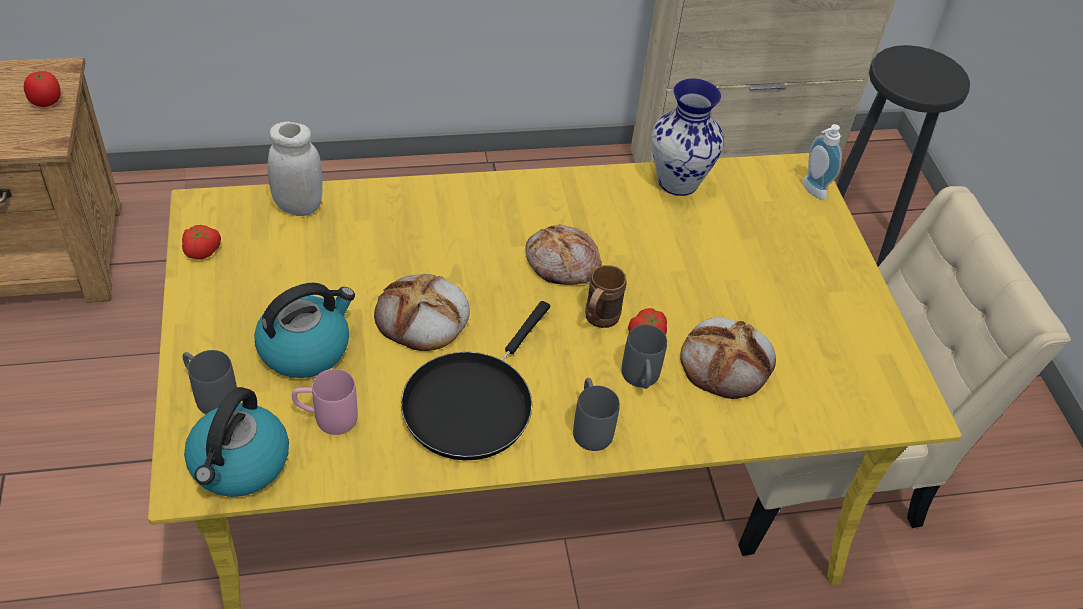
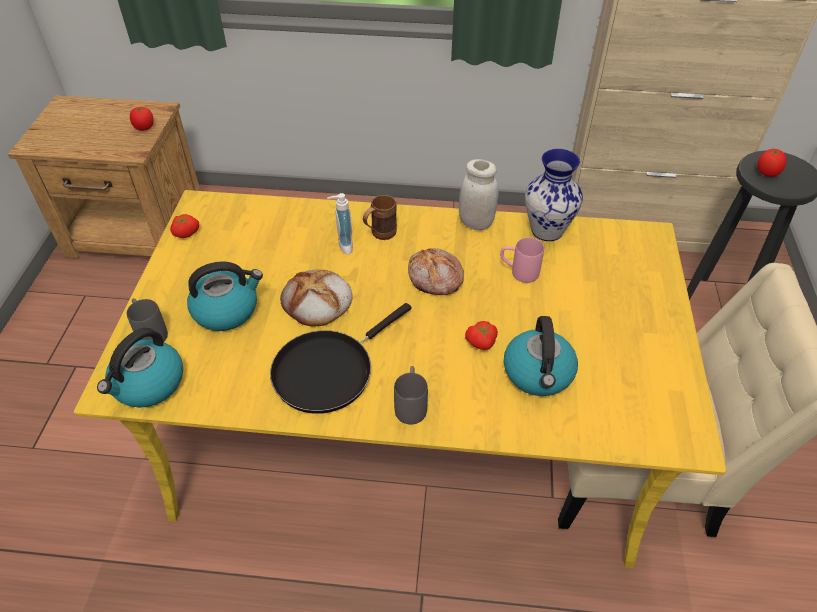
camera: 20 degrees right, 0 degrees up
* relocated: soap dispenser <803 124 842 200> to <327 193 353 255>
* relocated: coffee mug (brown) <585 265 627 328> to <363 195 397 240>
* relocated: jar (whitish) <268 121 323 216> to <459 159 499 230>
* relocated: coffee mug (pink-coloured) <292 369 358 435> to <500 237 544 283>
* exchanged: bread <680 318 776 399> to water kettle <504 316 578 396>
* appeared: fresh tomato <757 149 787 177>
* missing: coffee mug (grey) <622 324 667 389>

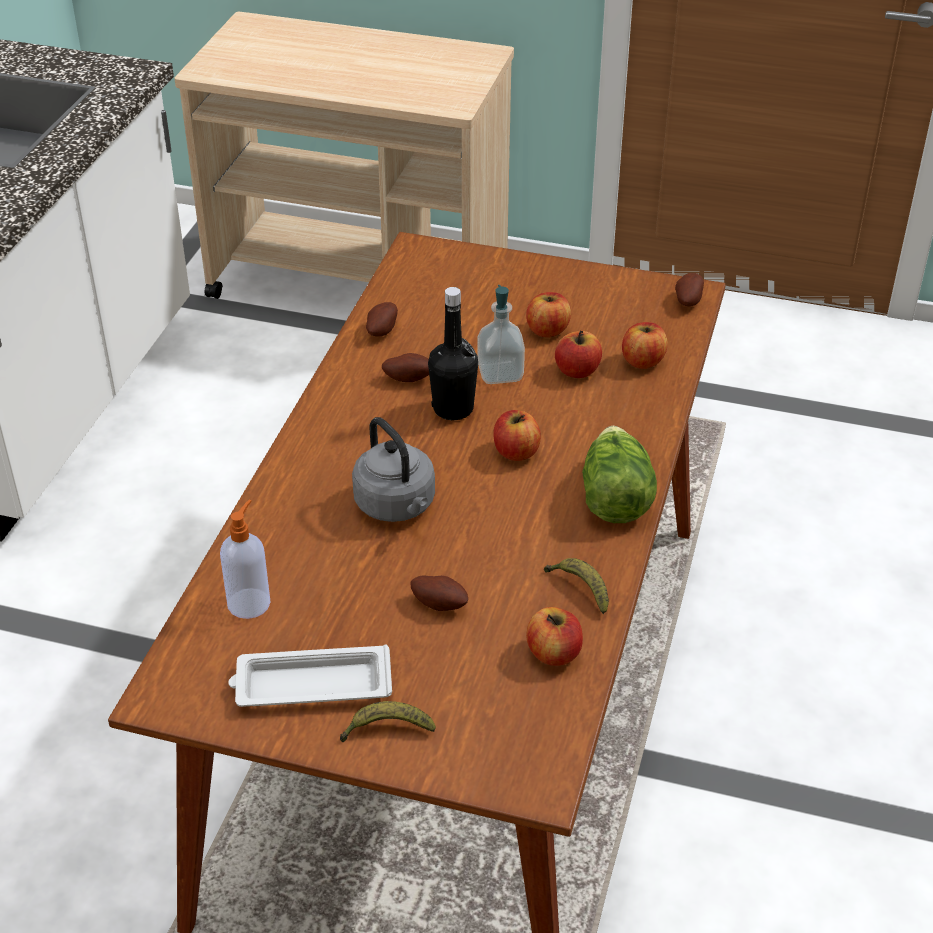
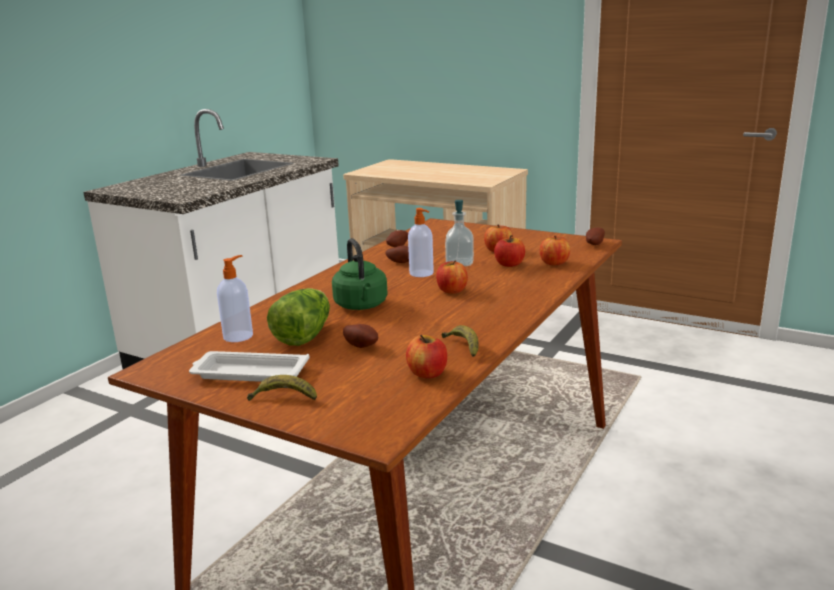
camera: 15 degrees right, 20 degrees down
* relocated: head of lettuce <582 426 657 523> to <267 288 330 346>
* colour: water kettle (grey) <352 417 435 522> to water kettle (green) <332 238 388 310>
* exchanged: drink bottle (blackish) <428 287 478 420> to soap dispenser <408 208 434 277>

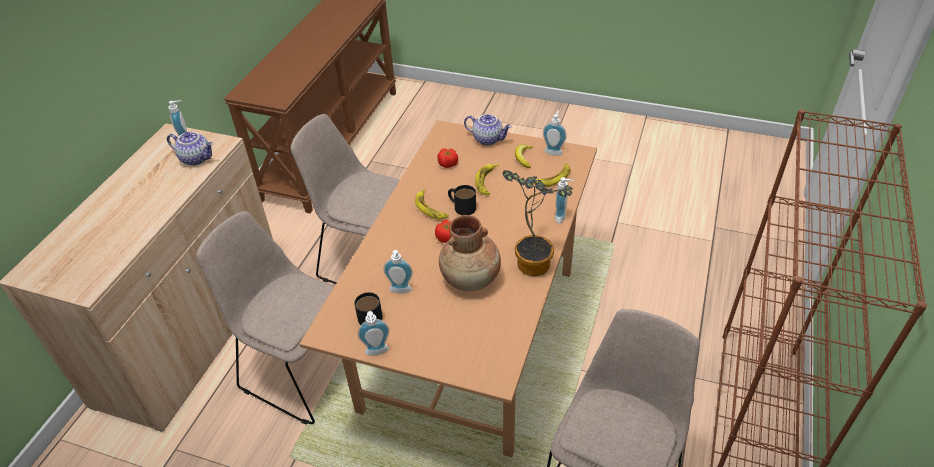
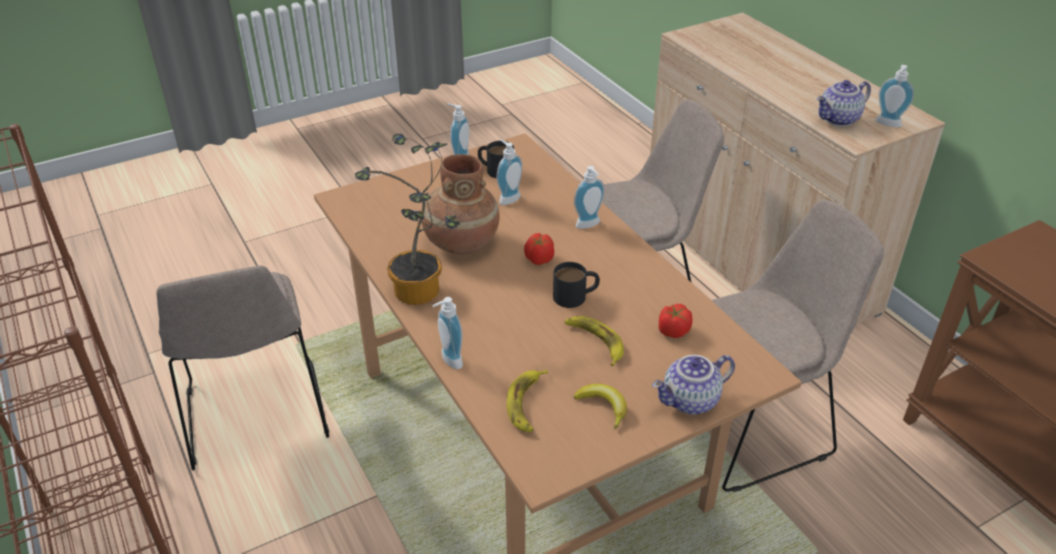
camera: 130 degrees right, 5 degrees down
* relocated: soap dispenser <543 110 567 156> to <574 166 605 229>
* missing: banana <415 189 449 219>

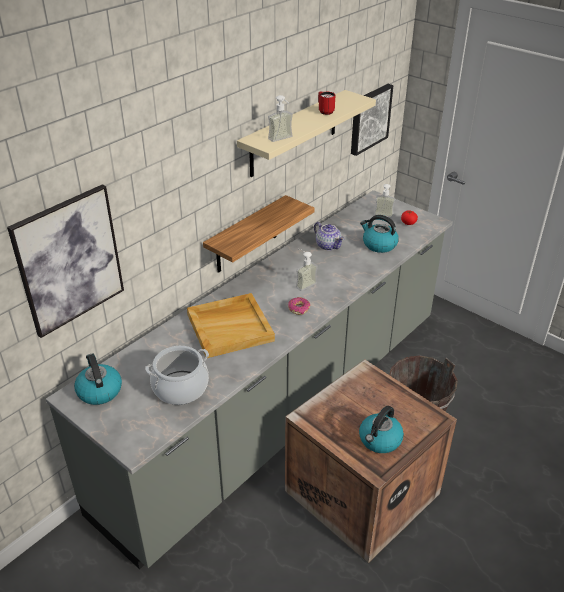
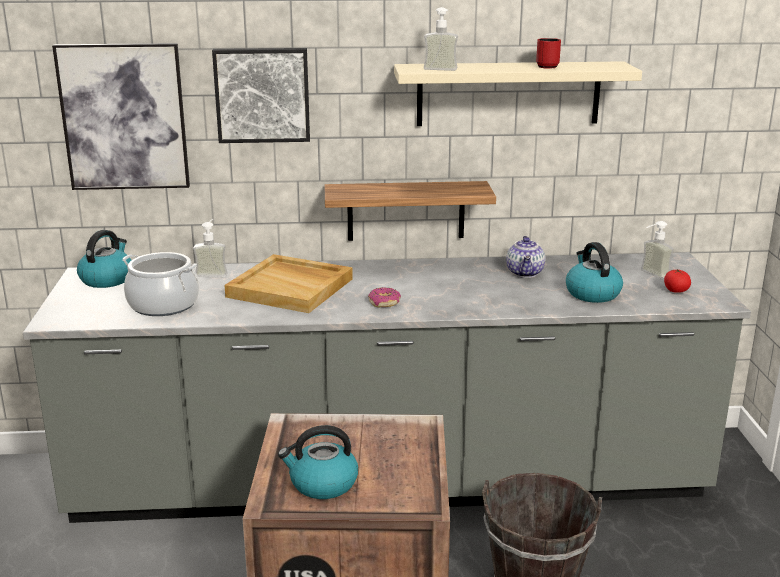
camera: 45 degrees right, 15 degrees down
* relocated: soap dispenser <296 248 318 291> to <193 219 228 278>
* relocated: wall art <351 84 394 156> to <212 48 310 143>

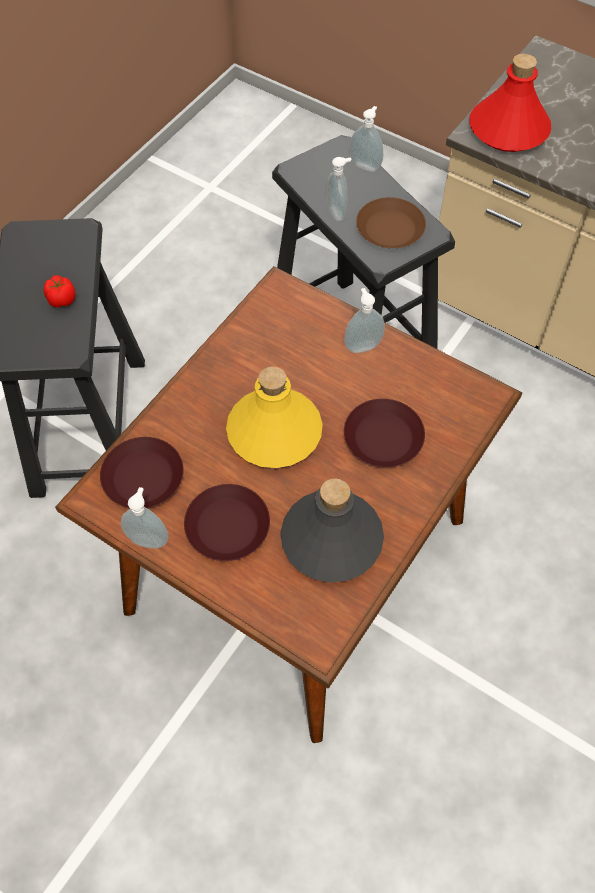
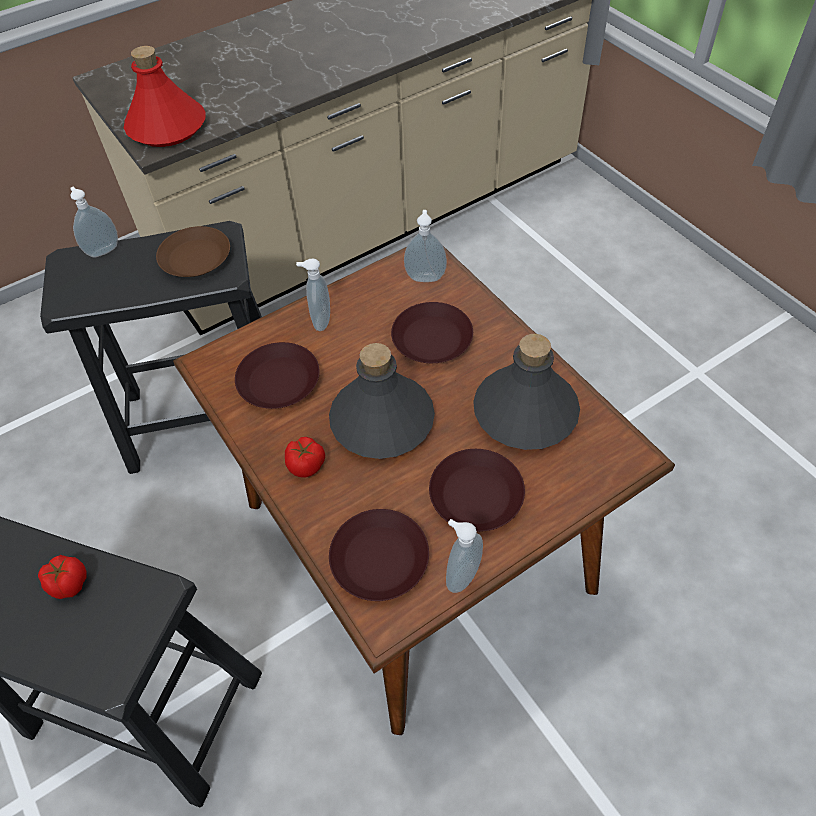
camera: 65 degrees left, 5 degrees down
* appeared: dinner plate (brown) <235 342 320 409>
* appeared: fresh tomato <285 437 325 478>
* colour: drink bottle (yellow) <226 367 323 468> to drink bottle (grey) <329 343 435 459>
* relocated: soap dispenser <327 157 351 221> to <404 210 447 282>

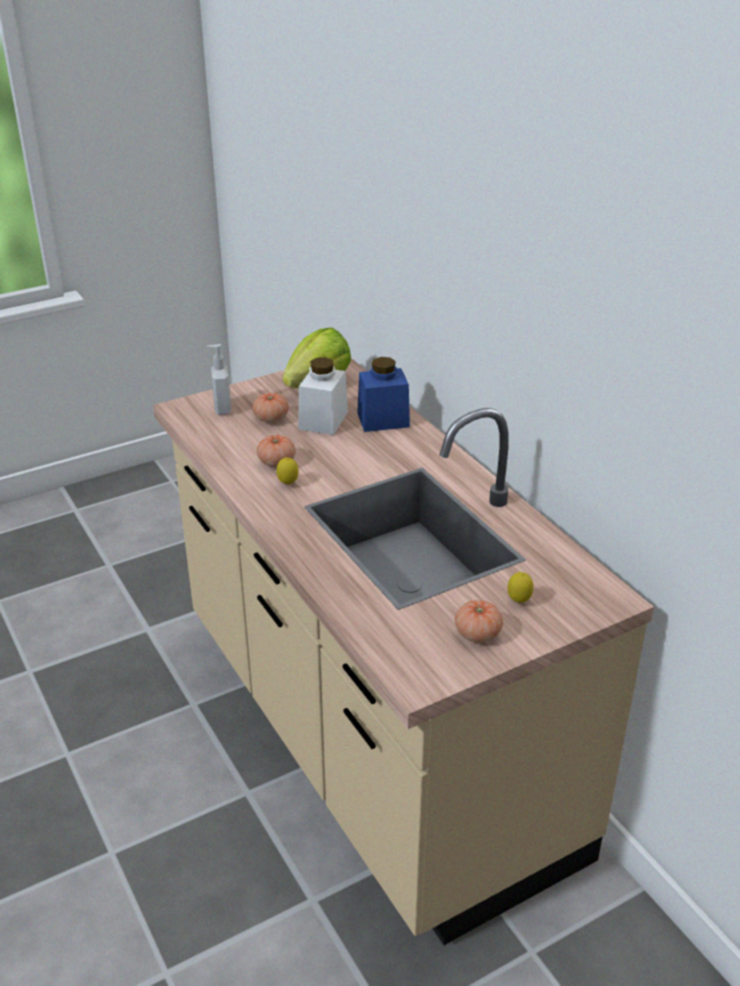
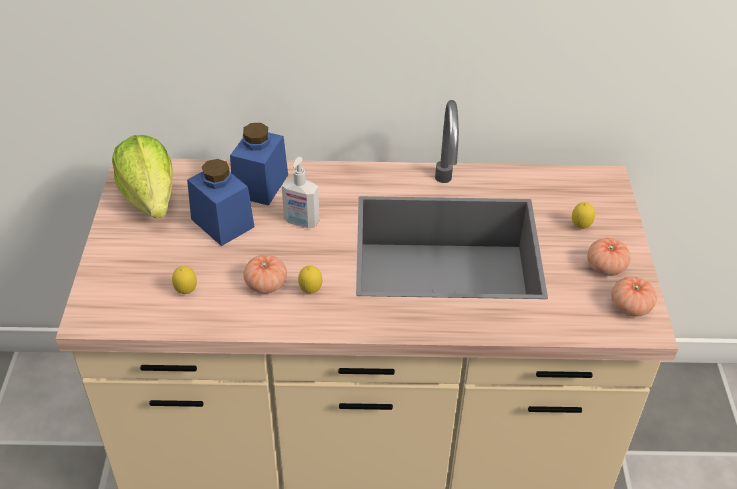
camera: 60 degrees left, 10 degrees up
* appeared: lemon <172 266 197 294>
* colour: jar (whitish) <299 357 348 435> to jar (blue-coloured) <187 159 255 246>
* relocated: soap dispenser <207 344 231 415> to <282 157 319 228>
* relocated: fresh tomato <253 393 289 423> to <611 277 657 317>

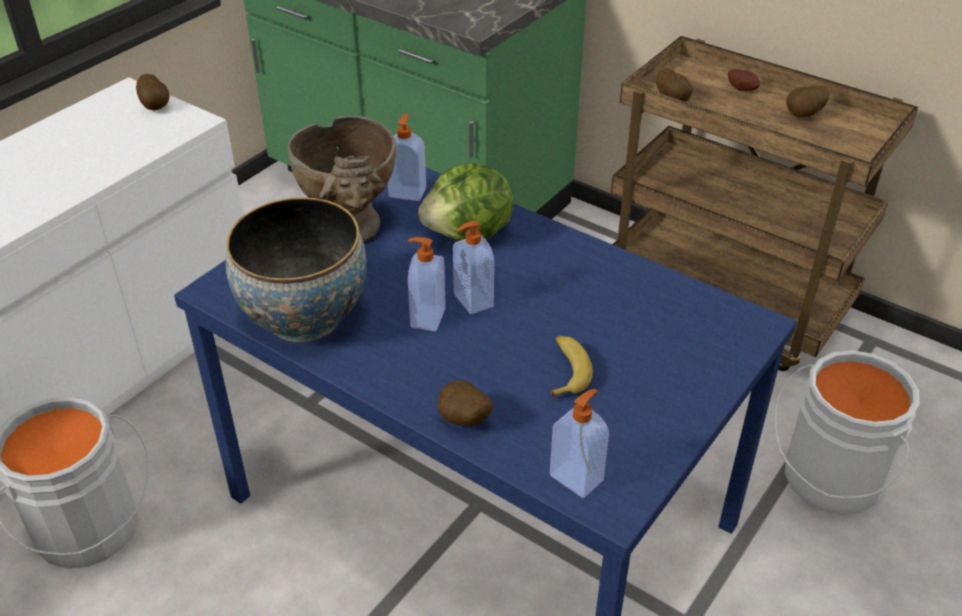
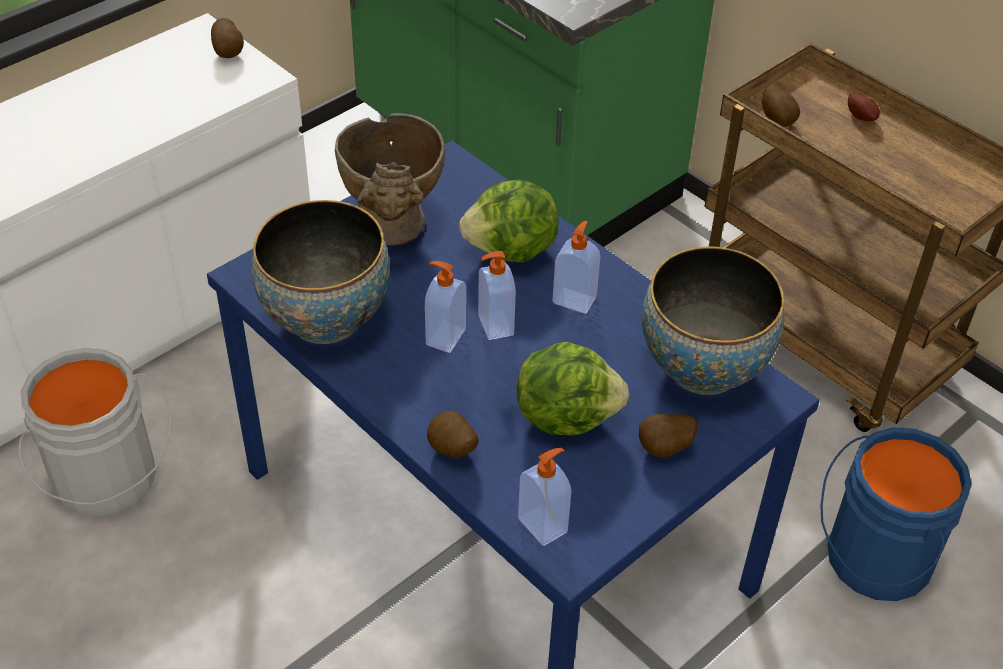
camera: 10 degrees right, 5 degrees up
* exchanged: banana <551 336 593 398> to head of lettuce <516 342 629 435>
* relocated: soap dispenser <388 114 426 201> to <553 221 601 314>
* relocated: spud <786 86 830 117> to <639 414 698 457>
* appeared: bowl <642 246 784 395>
* colour: water bucket (whitish) <774 350 920 515> to water bucket (blue-coloured) <820 427 972 601>

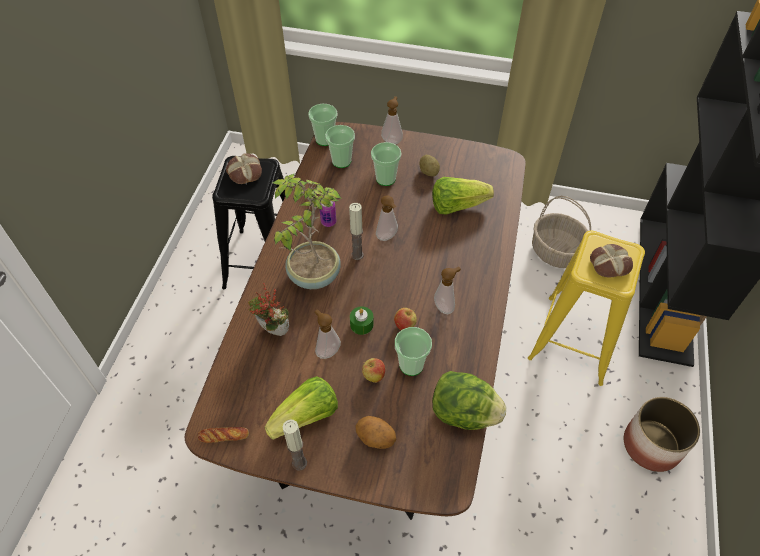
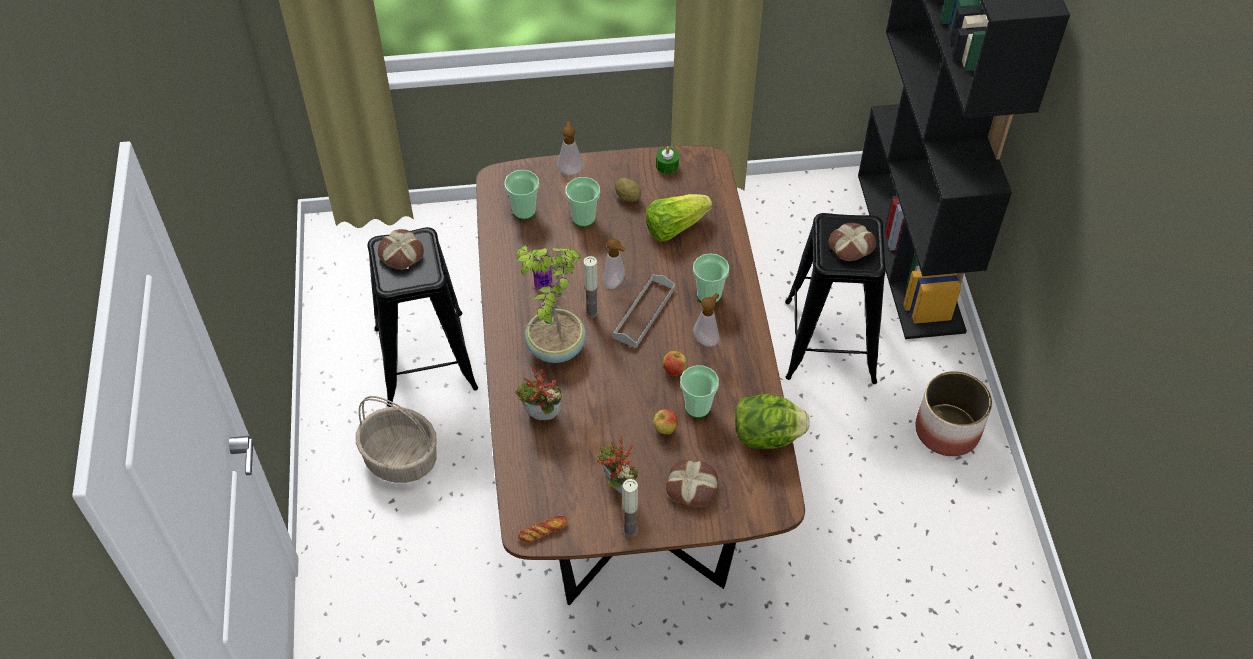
camera: 20 degrees left, 0 degrees up
* relocated: household basket <532 196 591 268> to <356 396 437 483>
* exchanged: head of lettuce <265 376 338 440> to potted plant <597 435 638 494>
* appeared: serving tray (grey) <613 274 675 348>
* relocated: wax candle (green) <350 306 374 335> to <656 146 679 174>
* exchanged: spud <355 416 397 449> to bread <666 460 718 507>
* relocated: small cup <308 104 337 146> to <693 253 729 303>
* colour: stool seat (yellow) <528 231 645 386> to stool seat (blackish) <785 213 886 384>
* missing: soap dispenser <315 310 341 359>

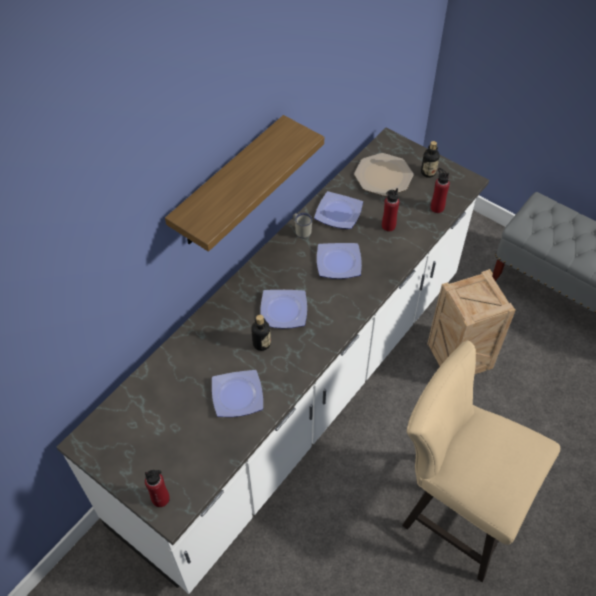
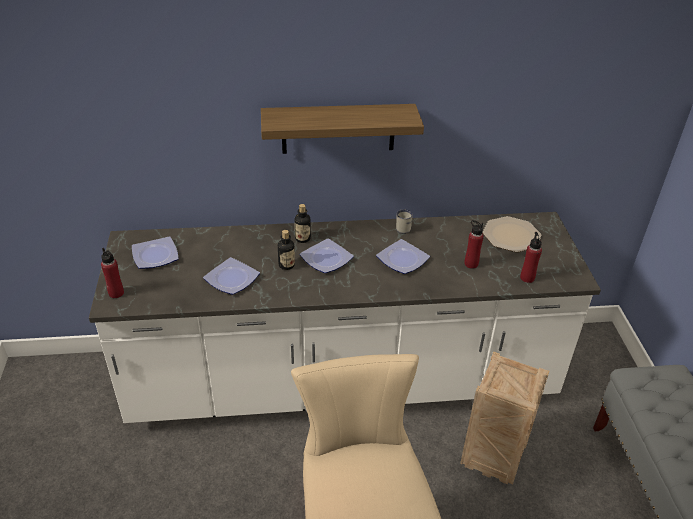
camera: 45 degrees right, 15 degrees down
* relocated: dinner plate <314 191 363 229> to <132 236 179 269>
* relocated: drink bottle <421 141 440 178> to <295 204 311 243>

